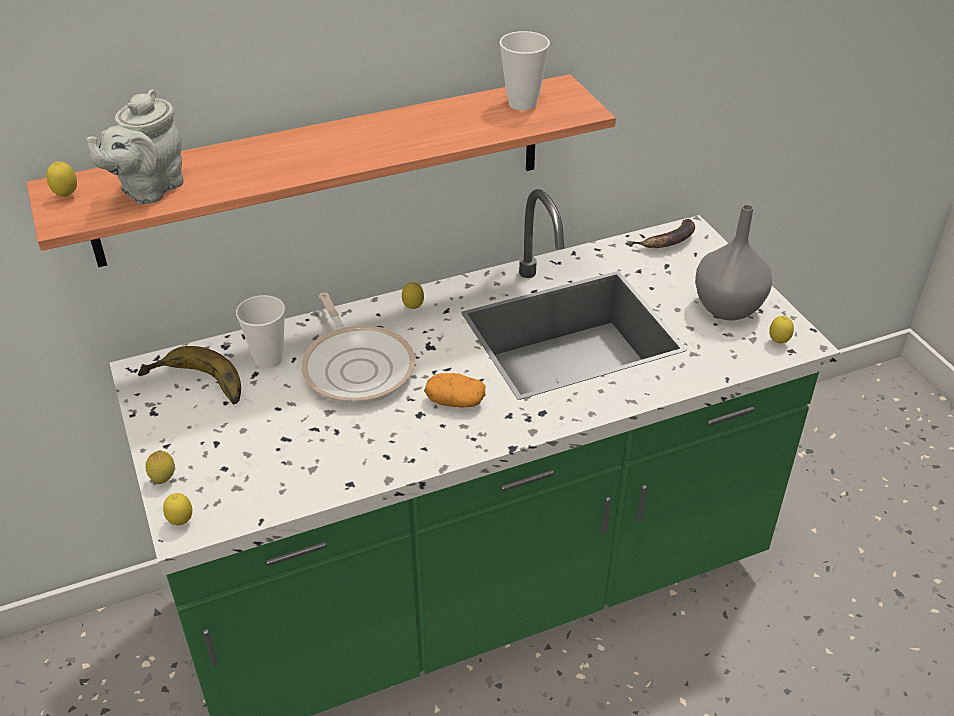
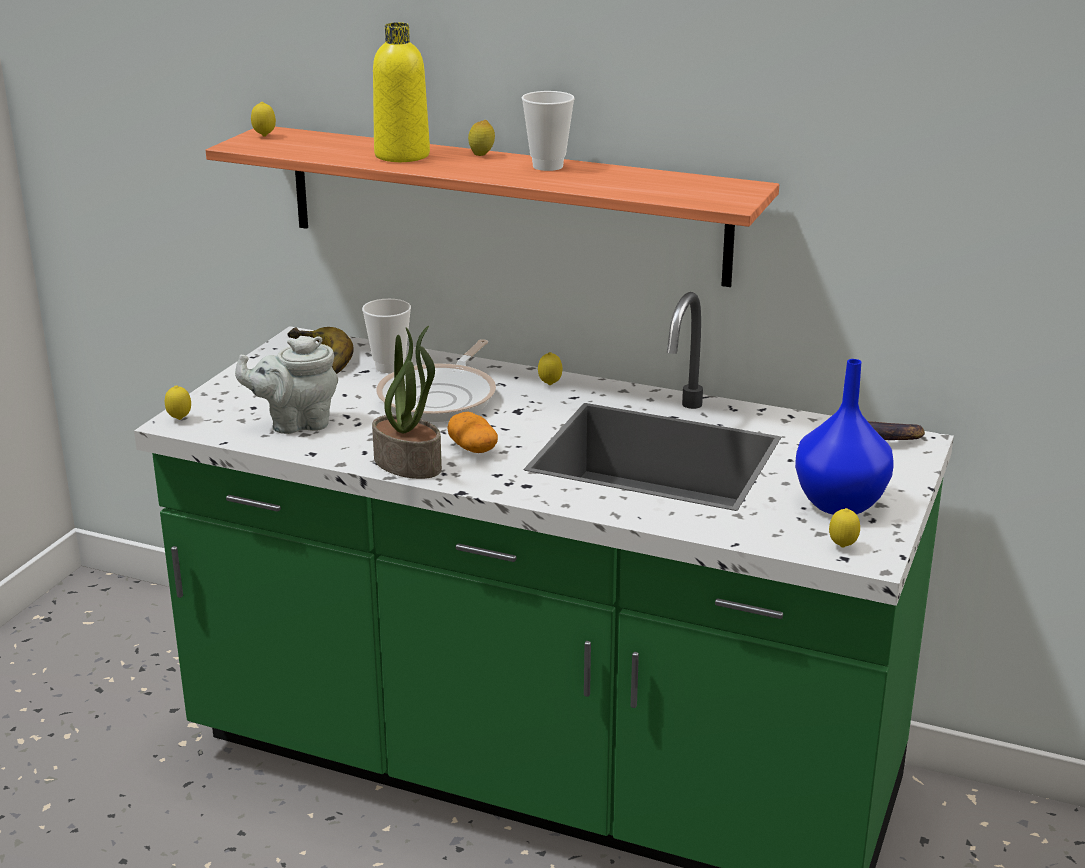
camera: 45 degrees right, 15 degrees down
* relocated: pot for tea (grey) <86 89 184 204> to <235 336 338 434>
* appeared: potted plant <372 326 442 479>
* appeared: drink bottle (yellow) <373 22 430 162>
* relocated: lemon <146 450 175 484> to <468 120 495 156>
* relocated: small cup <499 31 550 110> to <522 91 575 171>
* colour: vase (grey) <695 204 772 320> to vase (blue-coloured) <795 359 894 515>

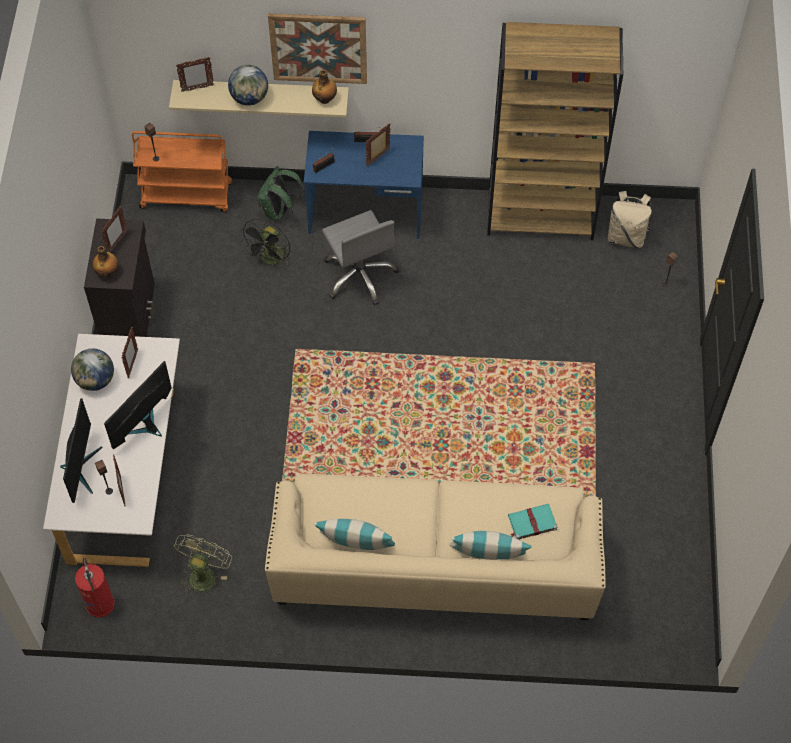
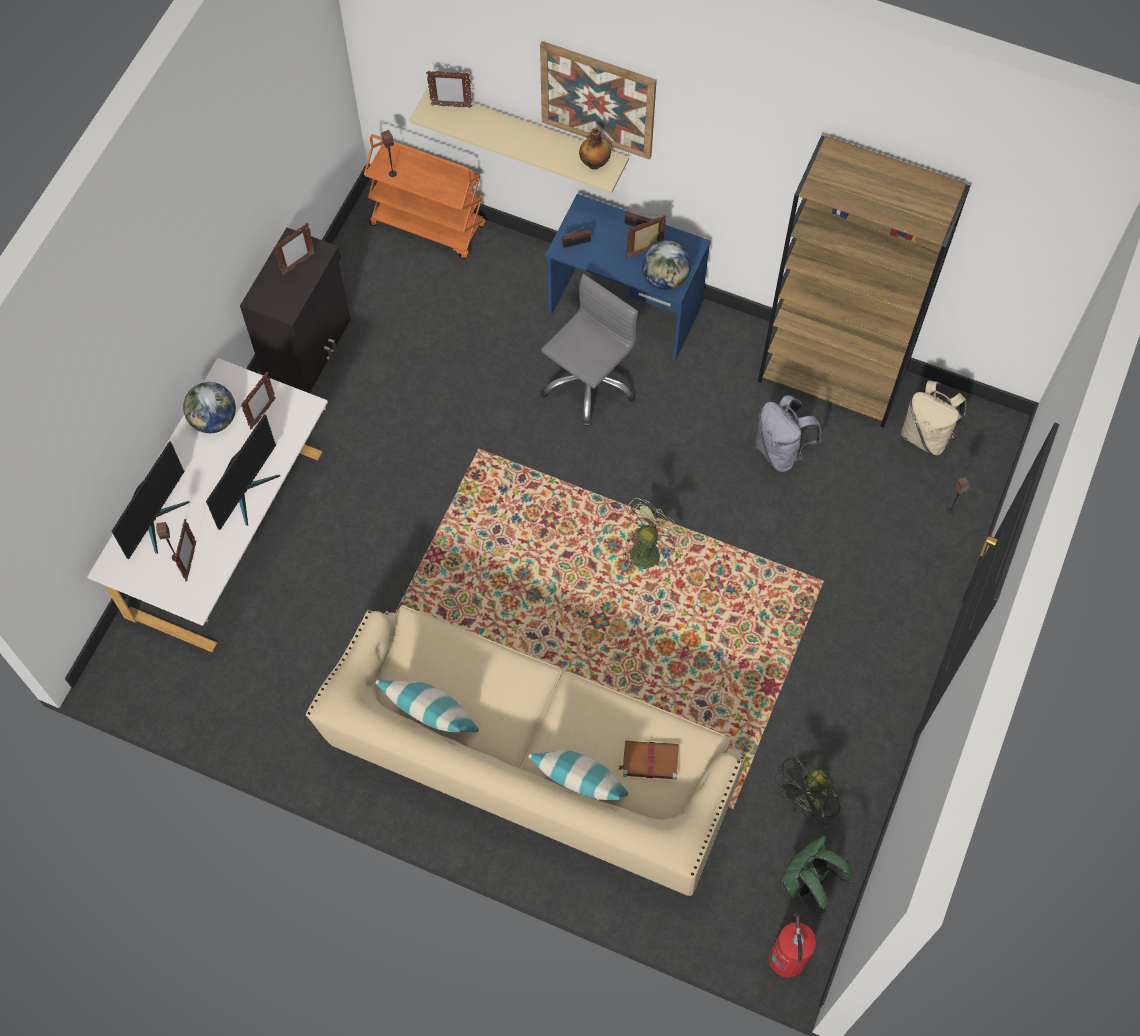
camera: 20 degrees right, 5 degrees up
* spun: monitor <104 361 172 449> = <206 414 280 530> 150 degrees clockwise
* spun: desk chair (grey) <322 210 399 305> = <541 274 638 426> 135 degrees counterclockwise
* colour: bound book (blue-green) <508 504 557 540> to bound book (brown) <618 740 679 780>
* relocated: fan (green) <174 534 232 596> to <621 498 686 569>
* relocated: world globe <228 65 268 106> to <642 240 691 290>
* appeared: rucksack (grey) <755 395 822 472>
* relocated: fire-fighting cylinder <75 558 115 618> to <769 912 816 978>
* relocated: fan (blackish) <240 219 292 266> to <774 758 841 825>
* relocated: rucksack (green) <257 166 305 221> to <781 836 852 913>
* missing: drink bottle <93 246 119 278>

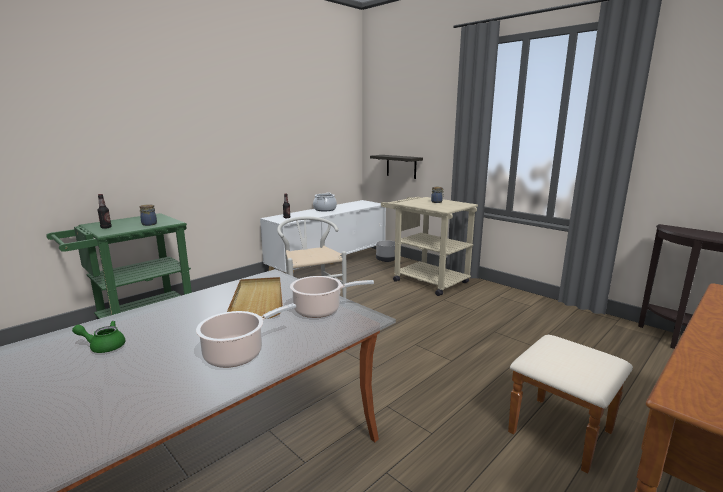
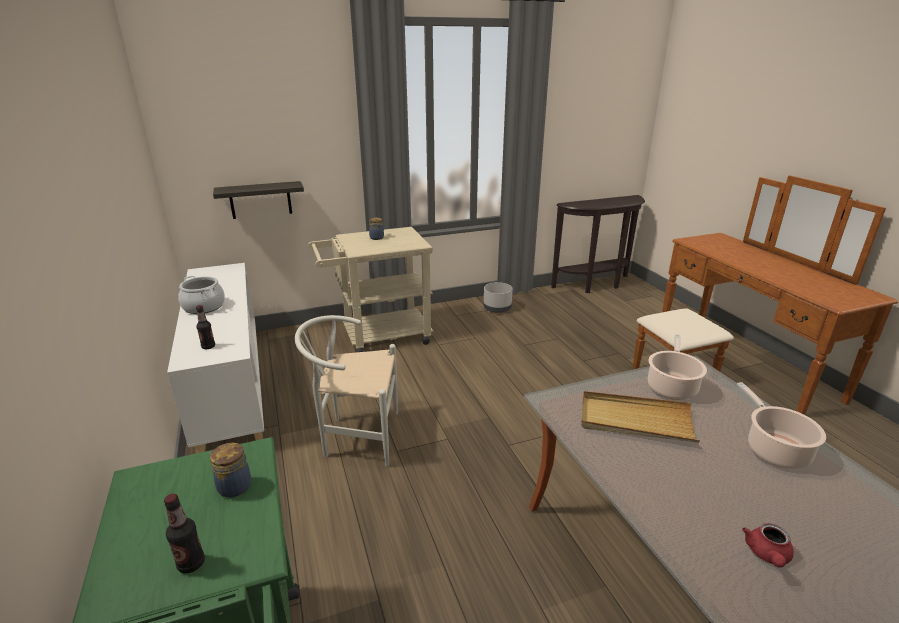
camera: 65 degrees left, 10 degrees up
* relocated: plant pot (grey) <376 240 395 262> to <483 282 513 313>
* colour: pot for tea (green) <72 321 125 353> to pot for tea (reddish) <742 523 794 568>

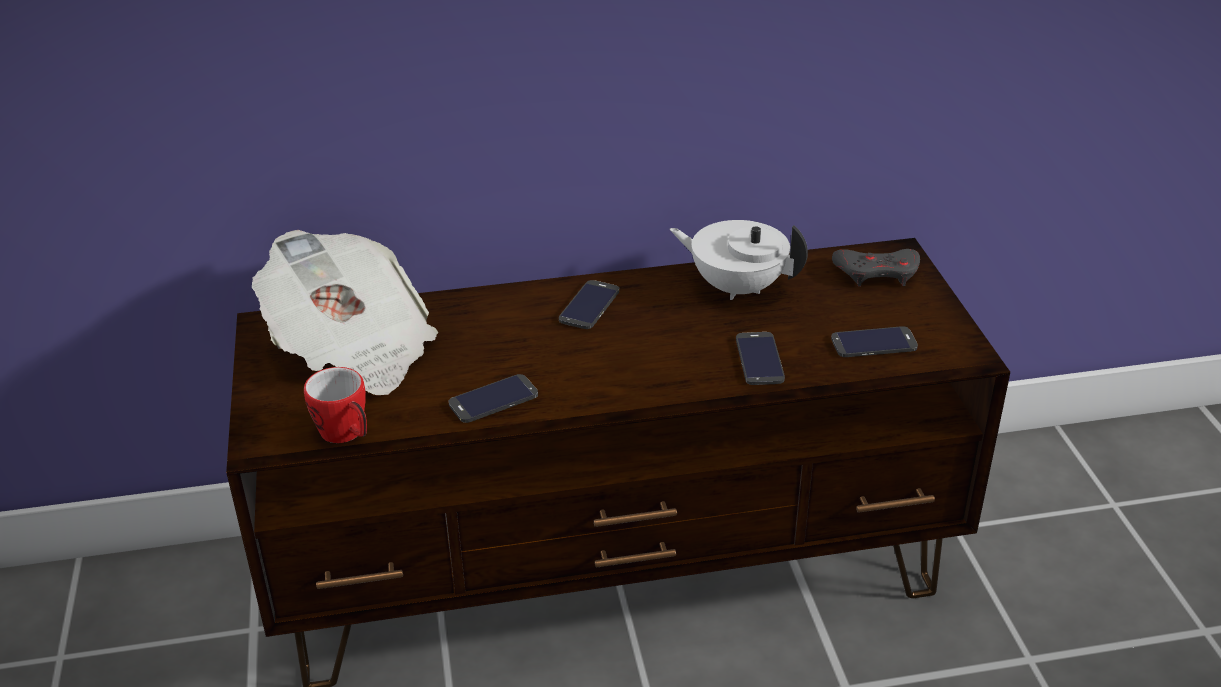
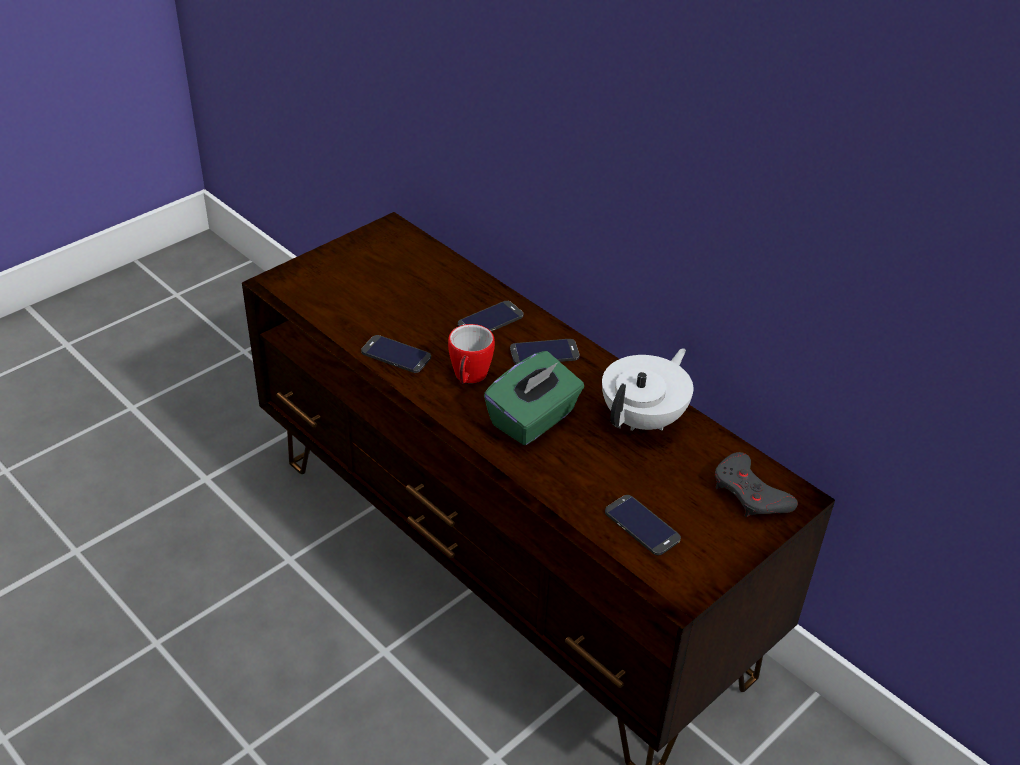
camera: 55 degrees right, 5 degrees up
* relocated: coffee mug <304 367 367 443> to <448 324 495 384>
* relocated: telephone <736 332 785 385> to <458 301 524 332>
* appeared: tissue holder (green) <484 351 584 445>
* spun: pot for tea (whitish) <669 220 808 300> = <602 348 693 431> 45 degrees clockwise
* missing: newspaper <252 230 438 395>

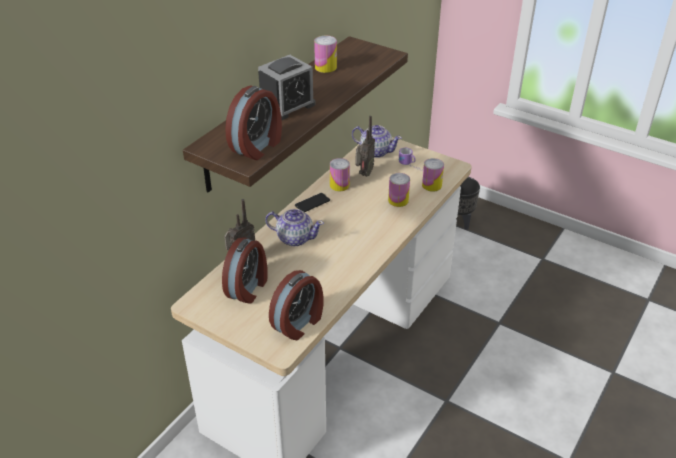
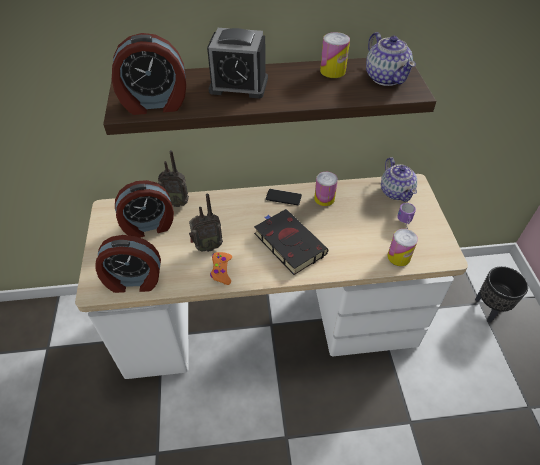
camera: 50 degrees right, 10 degrees up
* relocated: radio receiver <355 116 375 177> to <189 194 223 252>
* appeared: game controller (orange-coloured) <210 252 232 285>
* appeared: bound book (blackish) <254 209 328 275>
* relocated: pot for tea <265 209 324 246> to <366 32 416 86>
* missing: can <388 173 410 207>

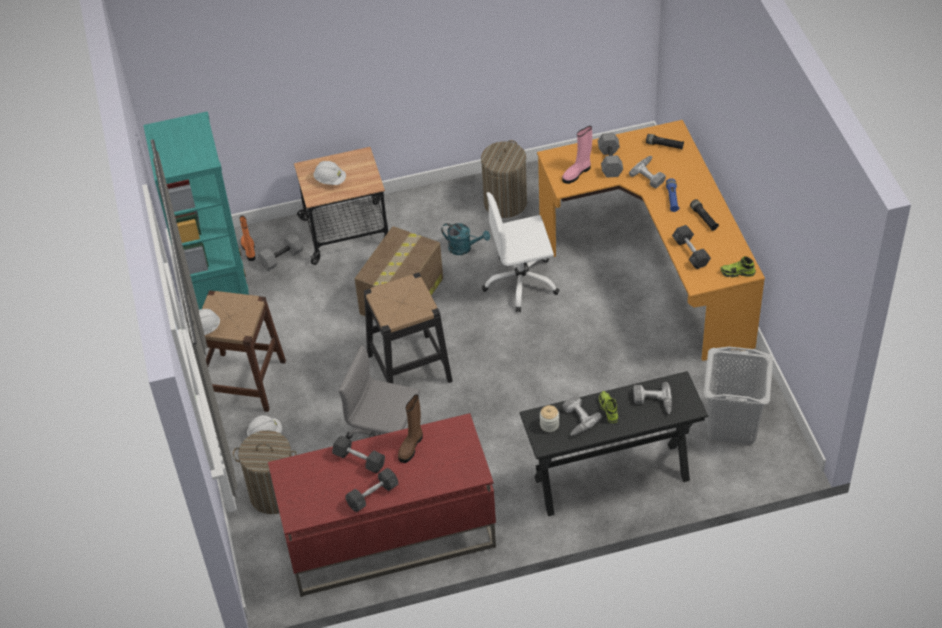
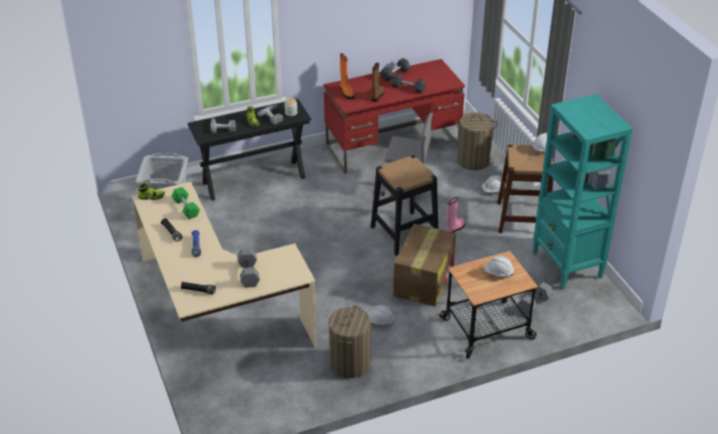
camera: 170 degrees right, 10 degrees down
* colour: desk table (orange-coloured) <537 120 765 361> to desk table (sand-coloured) <132 182 317 347>
* colour: free weight (grey) <672 225 711 269> to free weight (green) <172 187 200 219>
* relocated: high-top boot (orange-coloured) <240 216 256 261> to <340 53 354 100>
* exchanged: sprinkling can (blue-green) <441 223 490 255> to work helmet (whitish) <367 305 395 325>
* relocated: high-top boot (pink-coloured) <562 126 592 184> to <446 197 466 233>
* missing: desk chair (whitish) <482 192 560 312>
* missing: drill <629 156 666 189>

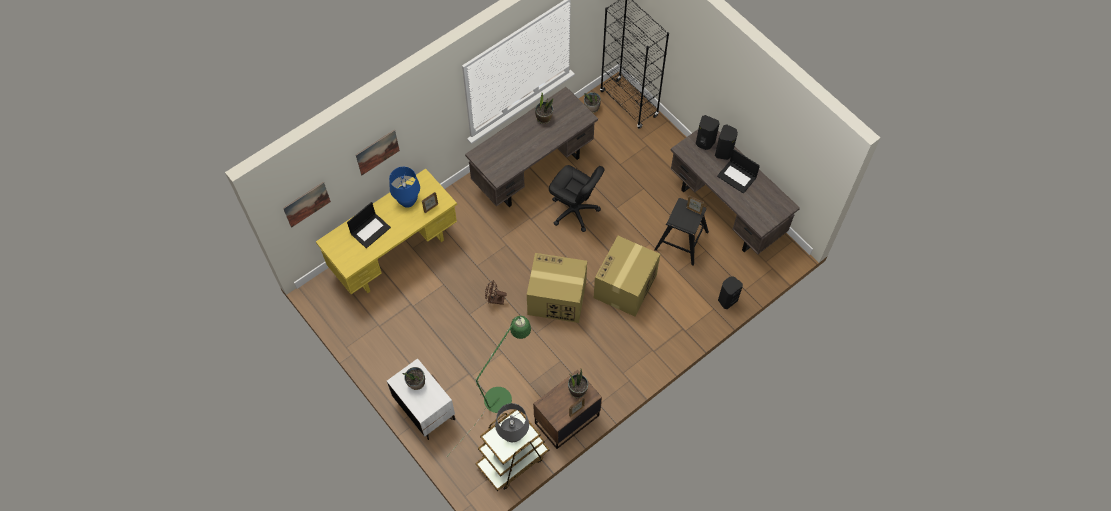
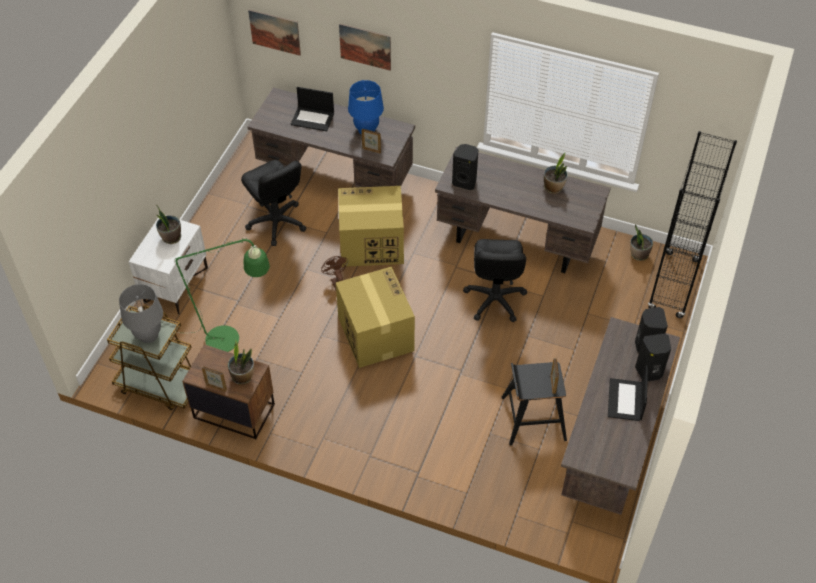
camera: 60 degrees right, 10 degrees down
* appeared: desk chair (blackish) <241 160 307 246>
* colour: desk table (yellow) <316 168 457 294> to desk table (brown) <248 87 415 187>
* relocated: packing box <594 236 660 316> to <338 186 404 267>
* relocated: speaker (blackish) <718 277 743 309> to <452 144 478 190>

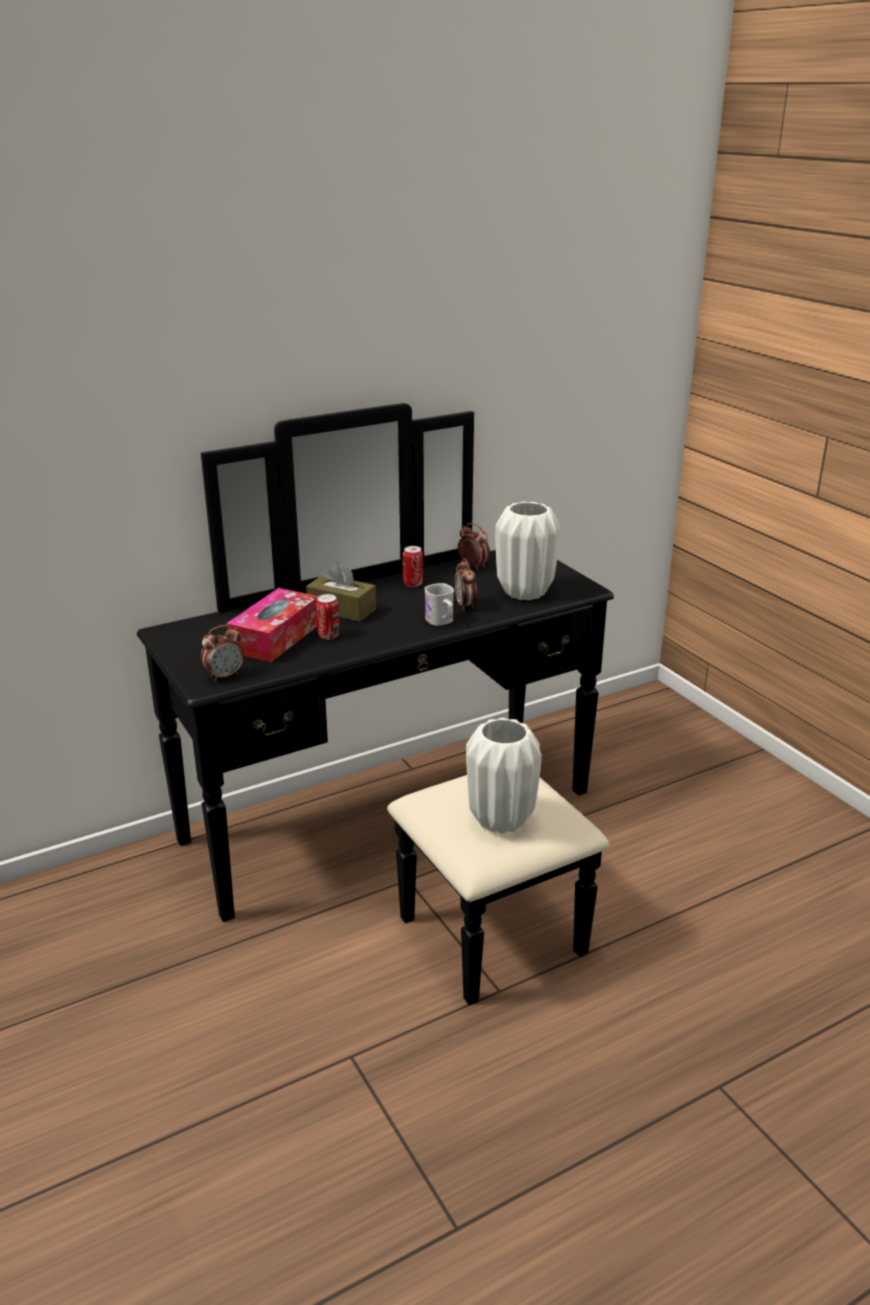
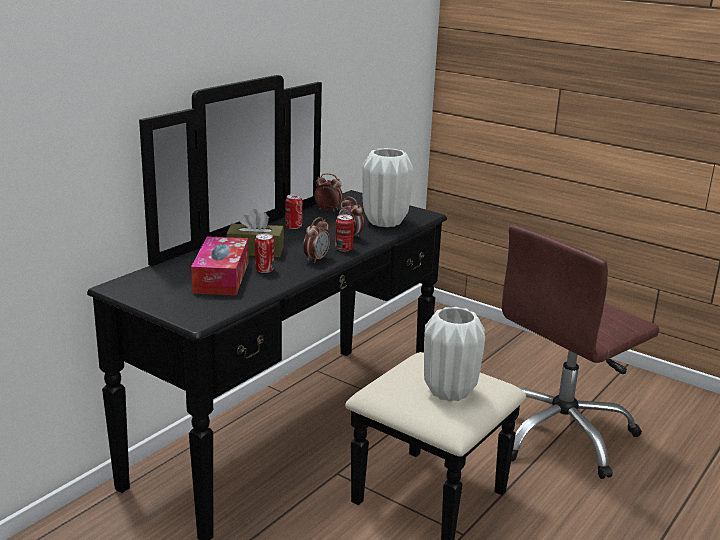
camera: 25 degrees left, 5 degrees down
* relocated: table clock <201 625 244 682> to <303 217 330 263>
* exchanged: coffee mug (whitish) <424 583 454 626> to can <335 214 354 251>
* appeared: desk chair (brown) <502 224 660 479>

